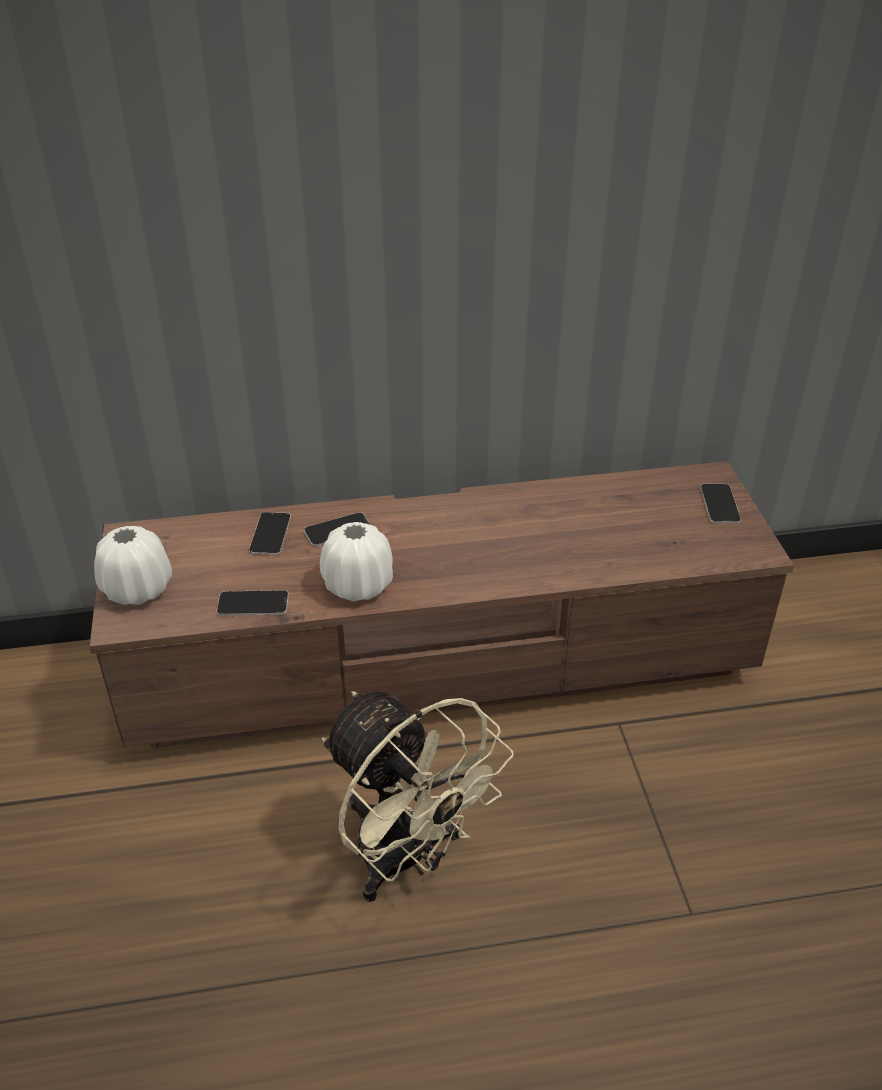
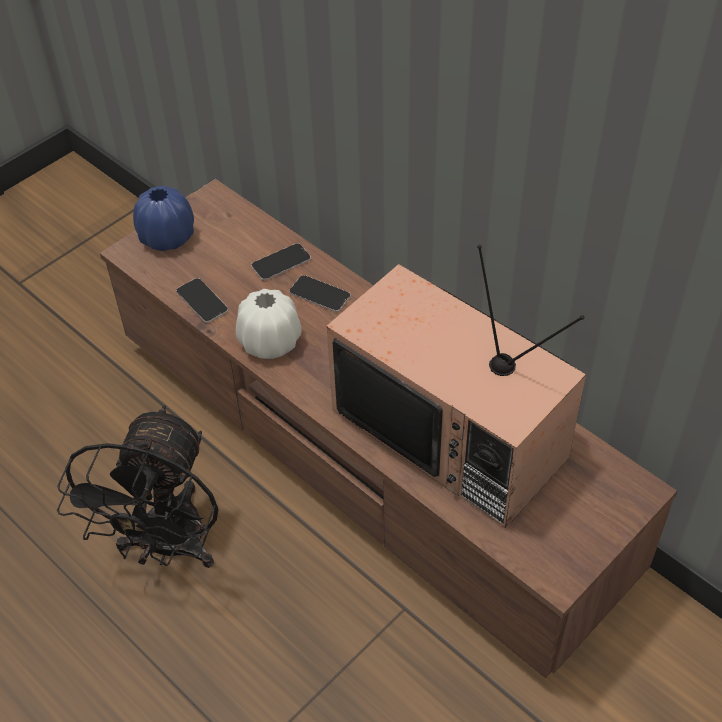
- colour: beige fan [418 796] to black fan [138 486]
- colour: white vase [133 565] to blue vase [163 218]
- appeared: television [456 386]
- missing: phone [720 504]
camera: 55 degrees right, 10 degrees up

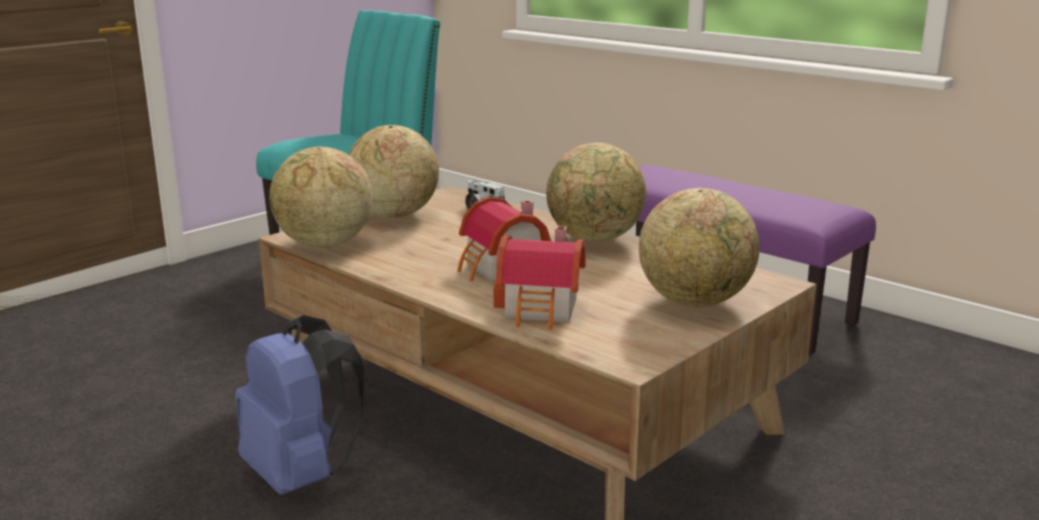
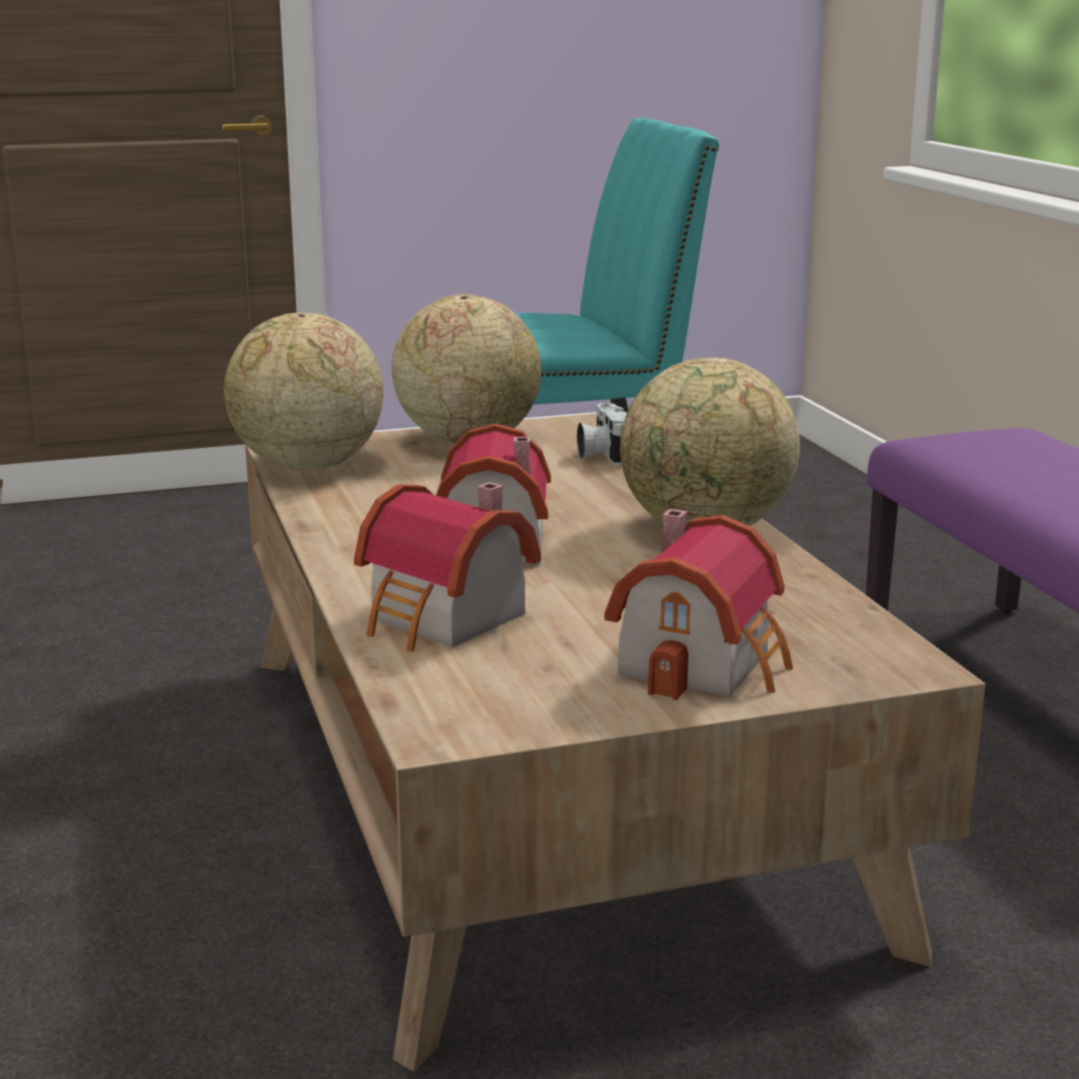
- exchanged: globe [699 247] to toy house [698 604]
- missing: blue backpack [299 405]
camera: 30 degrees right, 0 degrees up

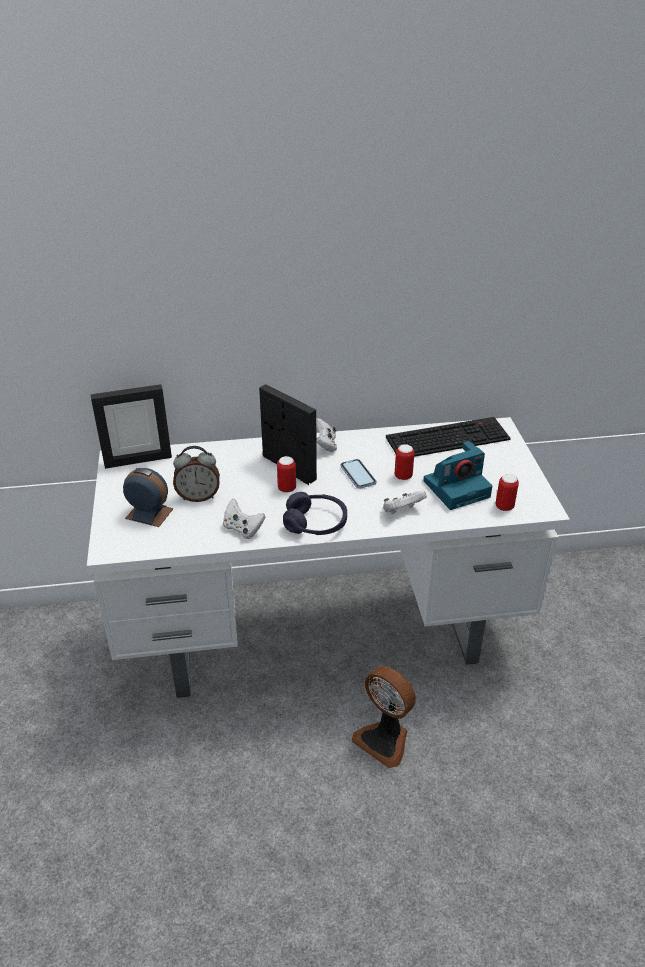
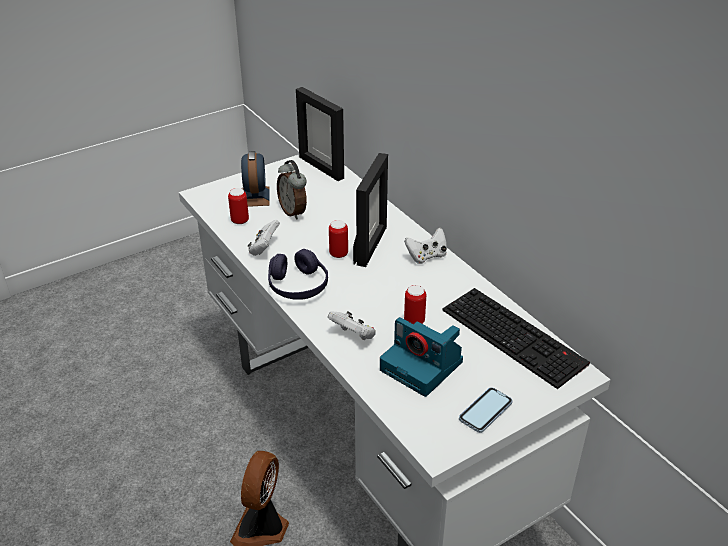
- relocated: can [507 492] to [238 206]
- relocated: phone [358 474] to [486 410]
camera: 65 degrees right, 0 degrees up

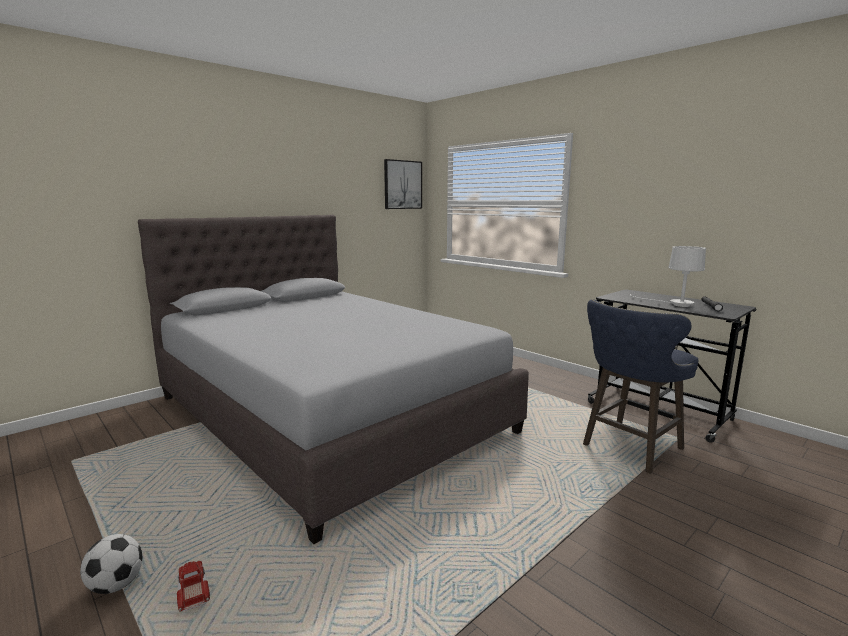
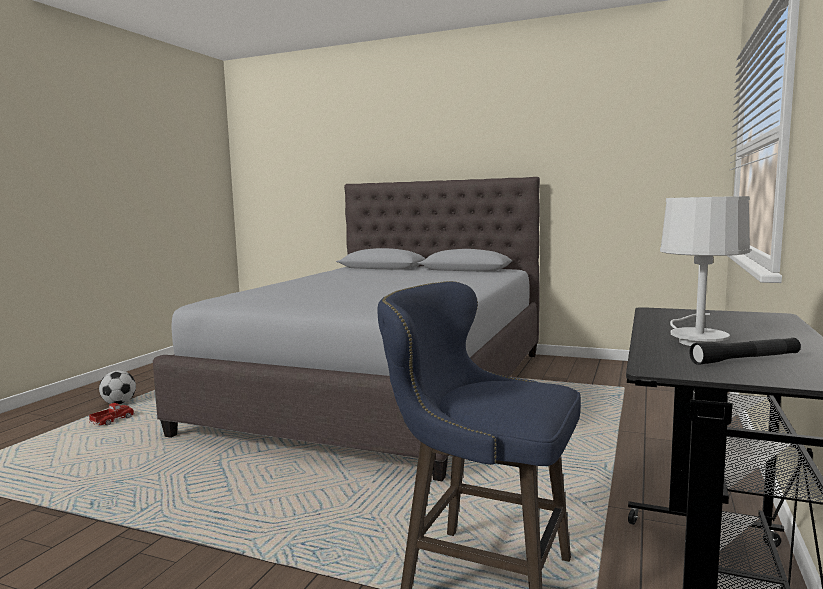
- missing: picture [403 184]
camera: 65 degrees right, 5 degrees down

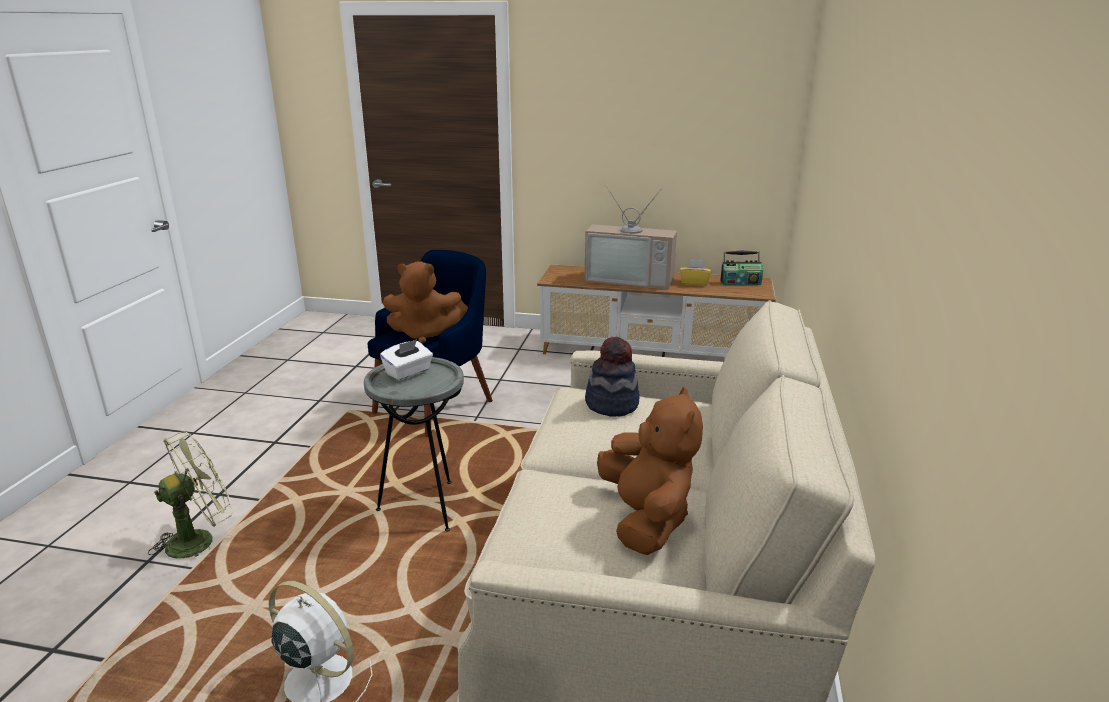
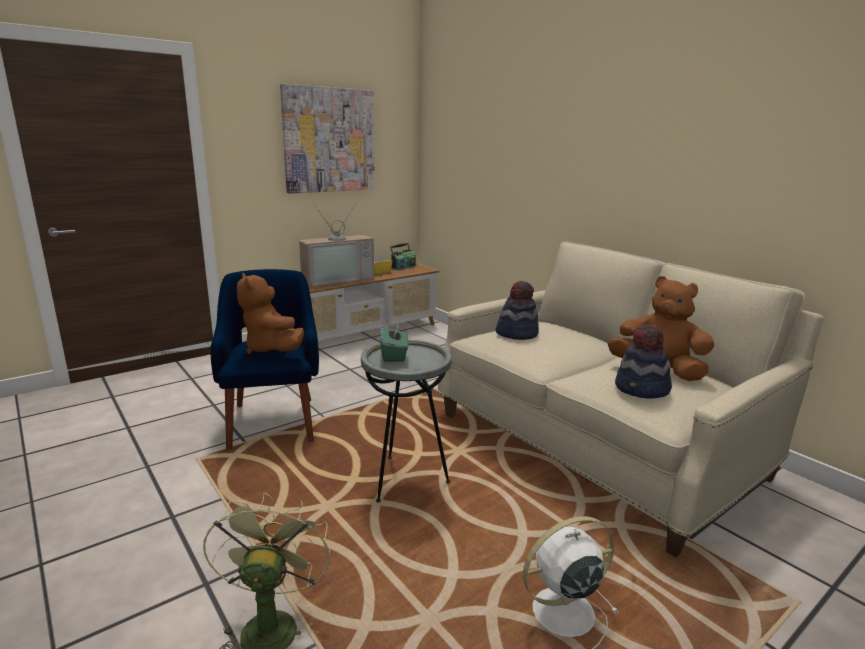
- spun: brown plush toy [425 302] = [270 313] 105 degrees clockwise
- appeared: picture [327 139]
- colour: white tissue box [406 360] to green tissue box [394 342]
- appeared: hat [643 361]
camera: 50 degrees left, 5 degrees down

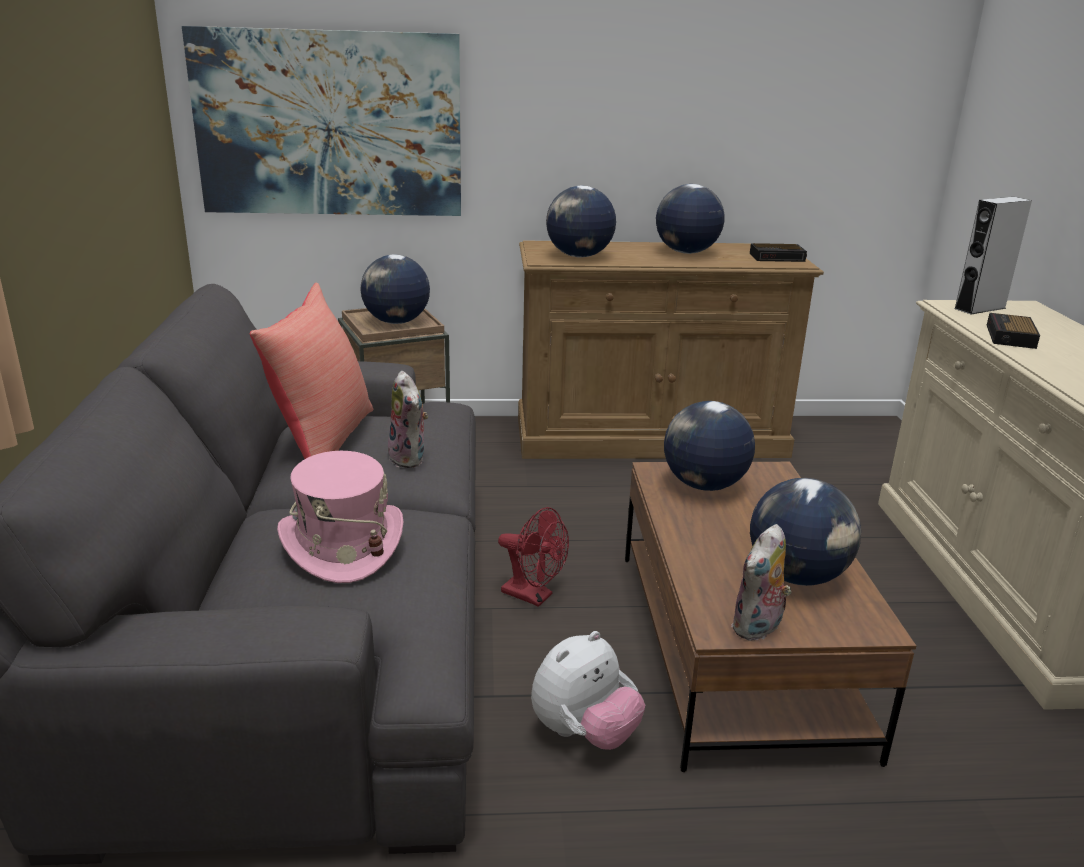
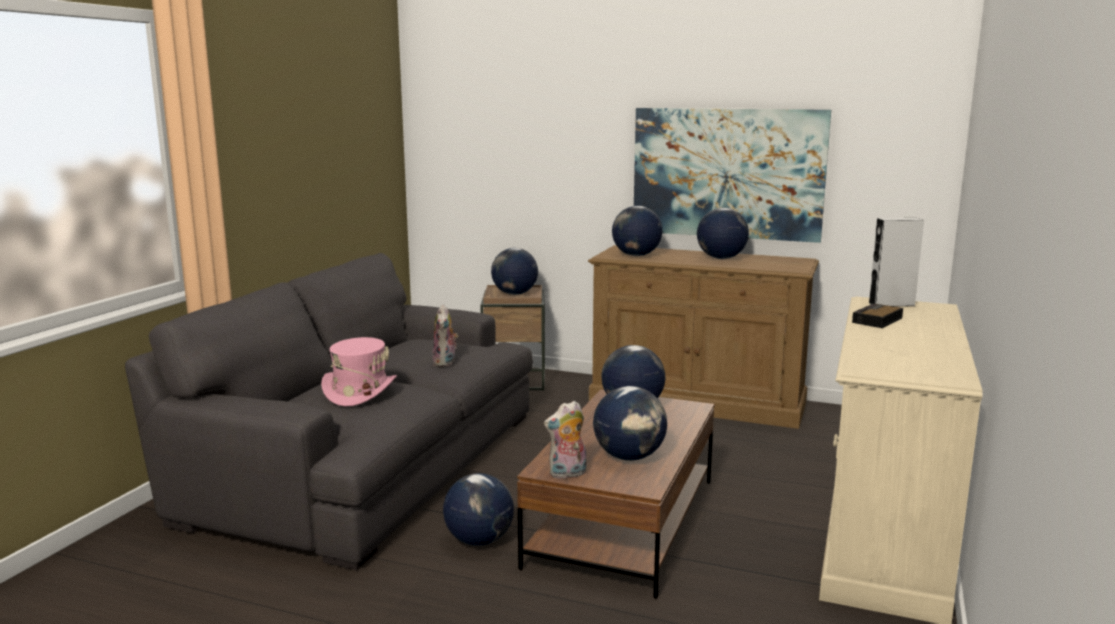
- exchanged: plush toy [588 690] to globe [478 509]
- relocated: picture [321 121] to [732 175]
- missing: red pillow [311 371]
- missing: red fan [533 557]
- missing: alarm clock [778 252]
camera: 25 degrees right, 10 degrees down

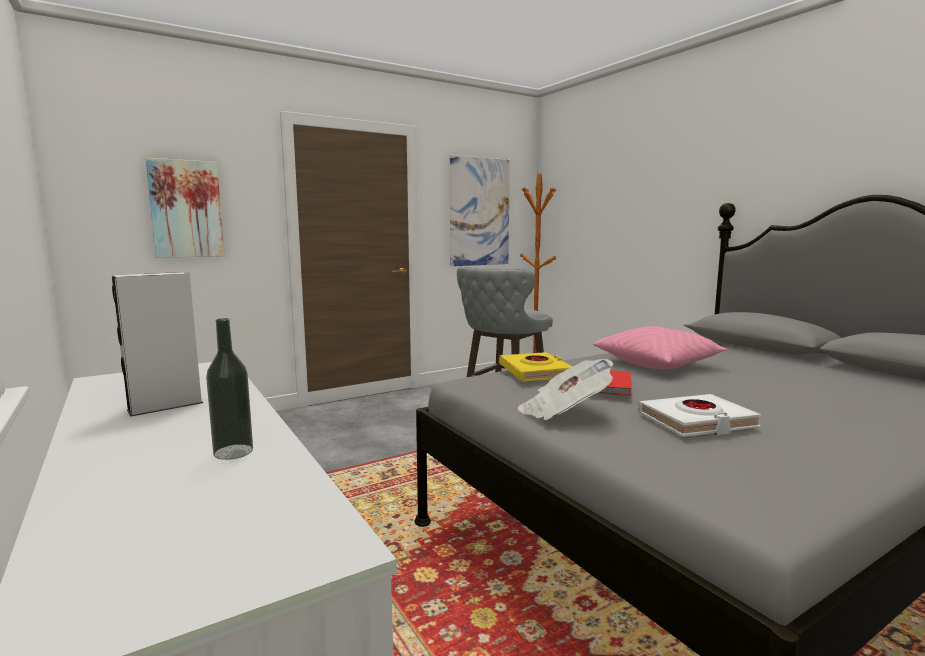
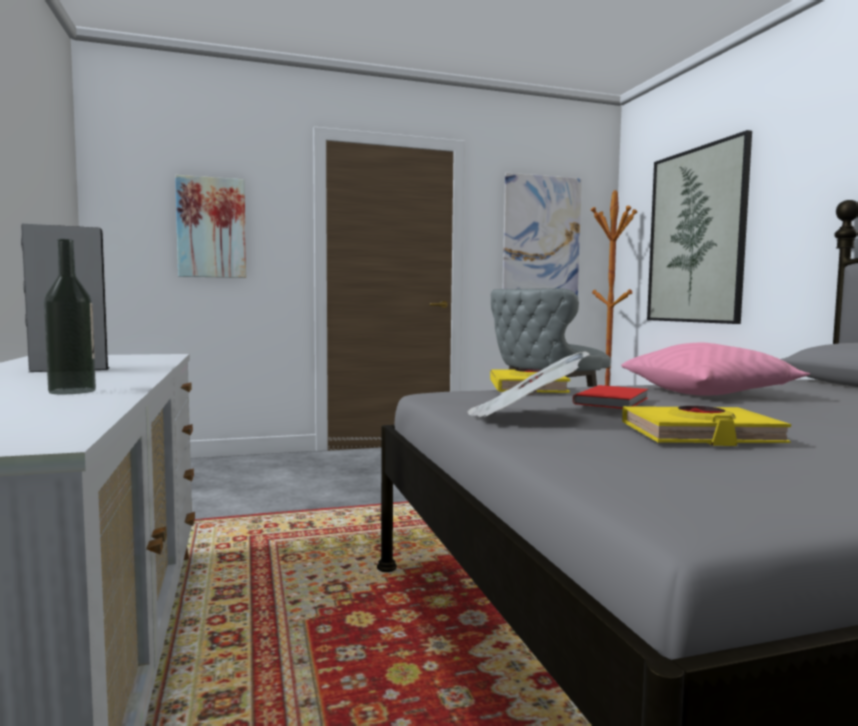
- colour: white book [699 415] to yellow book [706 426]
- appeared: picture [699 227]
camera: 15 degrees right, 5 degrees down

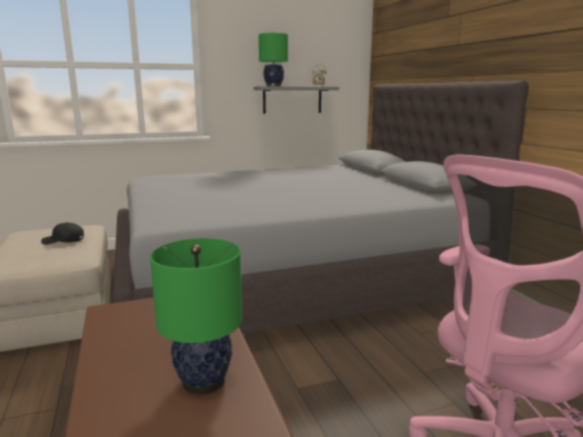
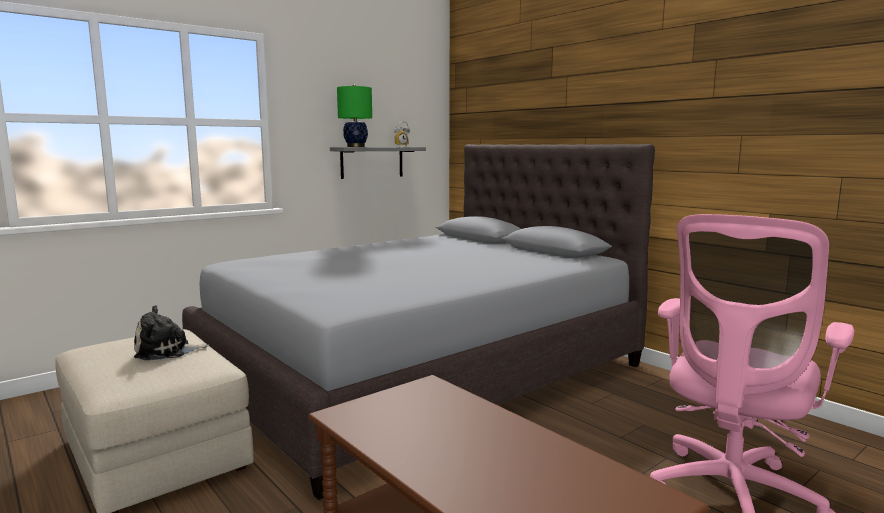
- exchanged: black cap [62 233] to plush toy [171 332]
- missing: green table lamp [196 316]
camera: 20 degrees left, 5 degrees down

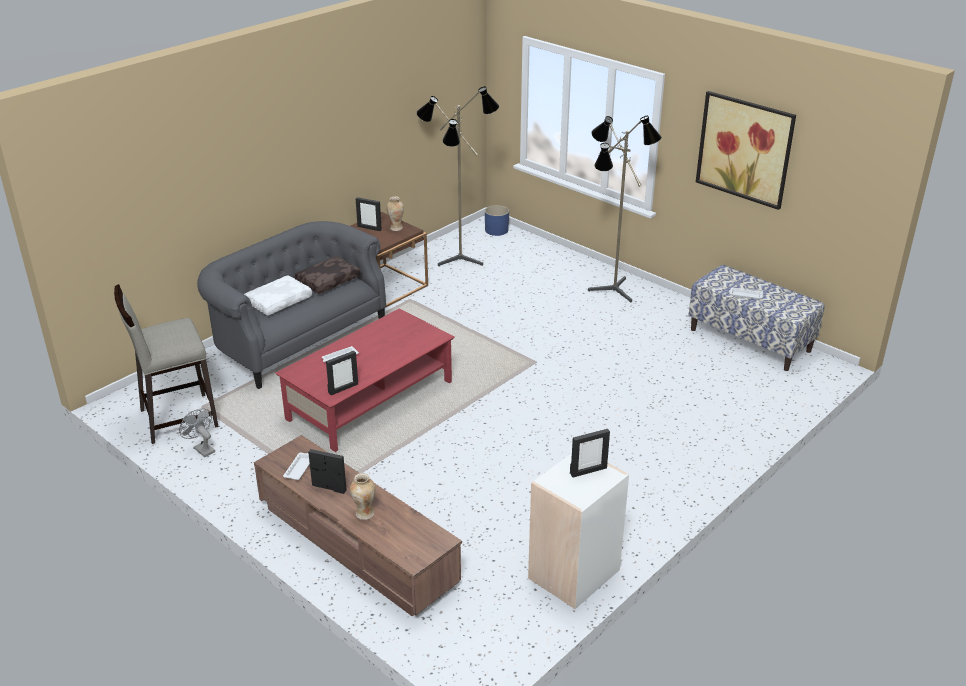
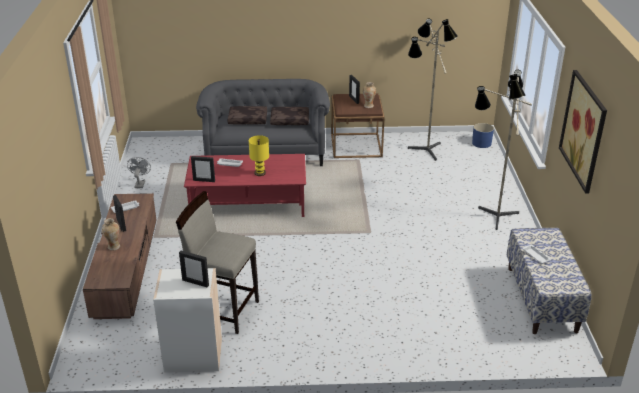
- relocated: beige stool [166 364] to [217 262]
- colour: white pillow [278 295] to brown pillow [247 115]
- appeared: yellow table lamp [259 155]
camera: 45 degrees right, 0 degrees up

